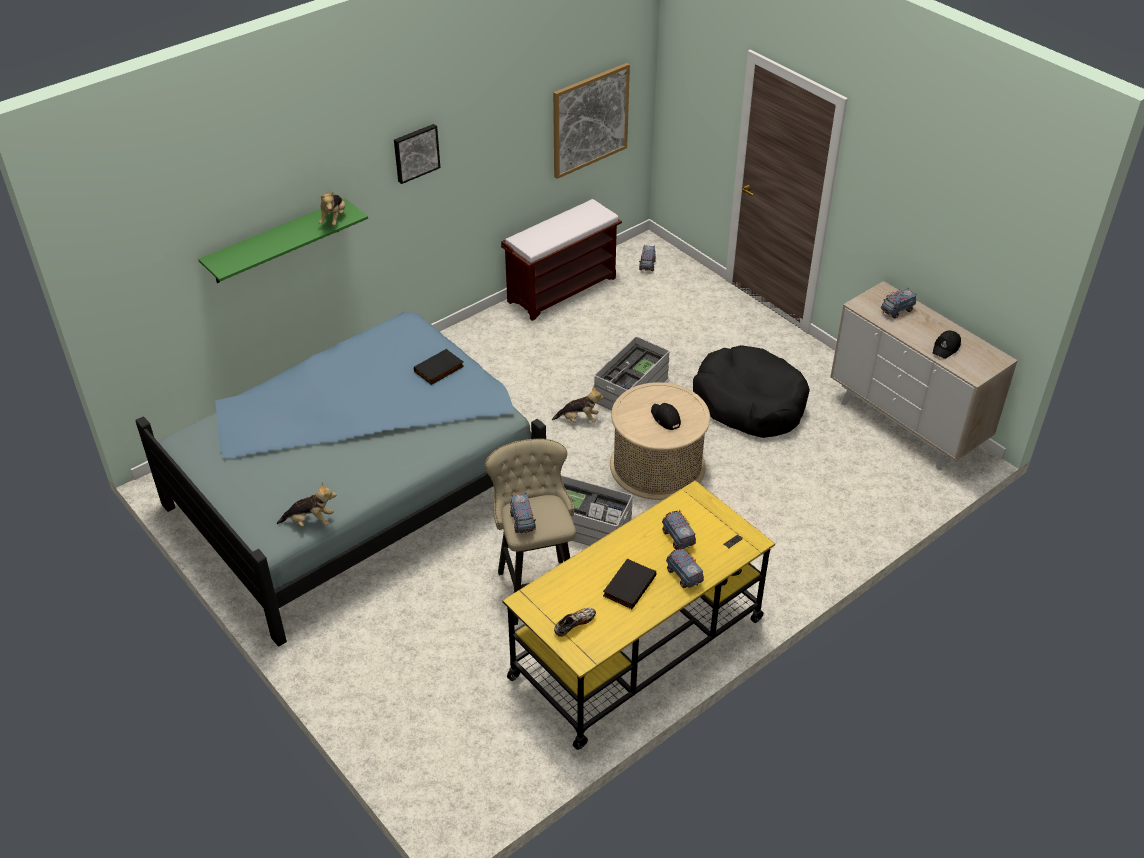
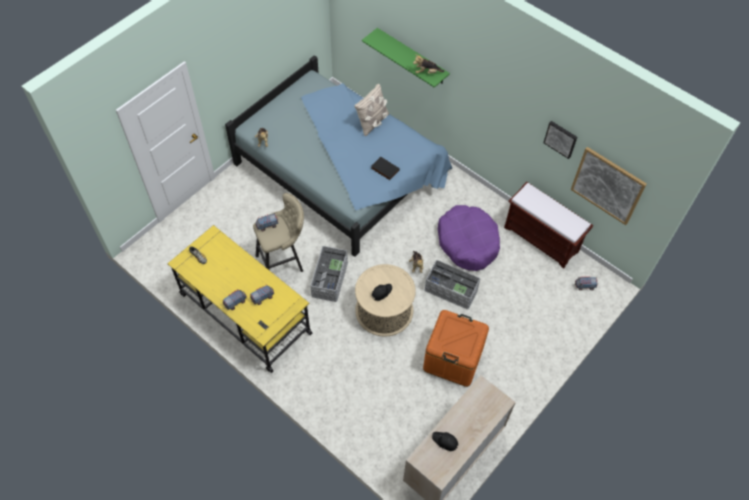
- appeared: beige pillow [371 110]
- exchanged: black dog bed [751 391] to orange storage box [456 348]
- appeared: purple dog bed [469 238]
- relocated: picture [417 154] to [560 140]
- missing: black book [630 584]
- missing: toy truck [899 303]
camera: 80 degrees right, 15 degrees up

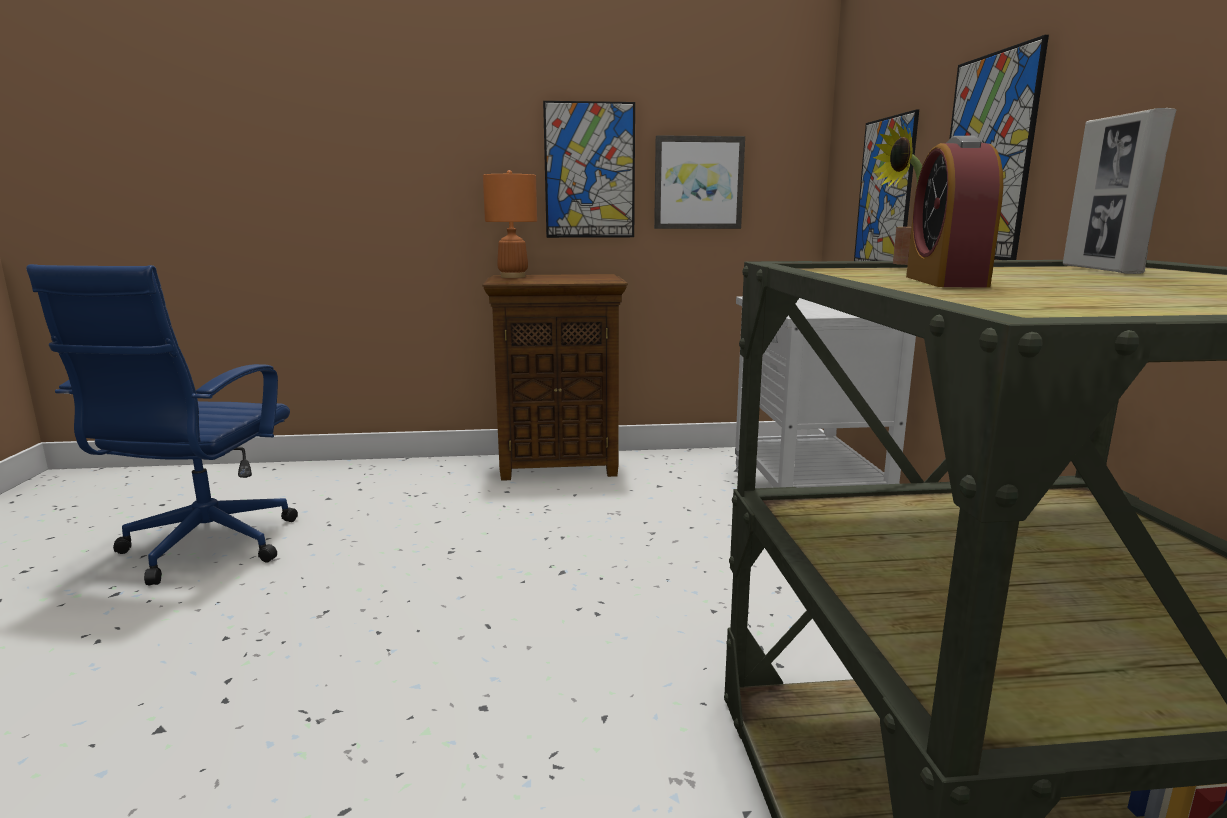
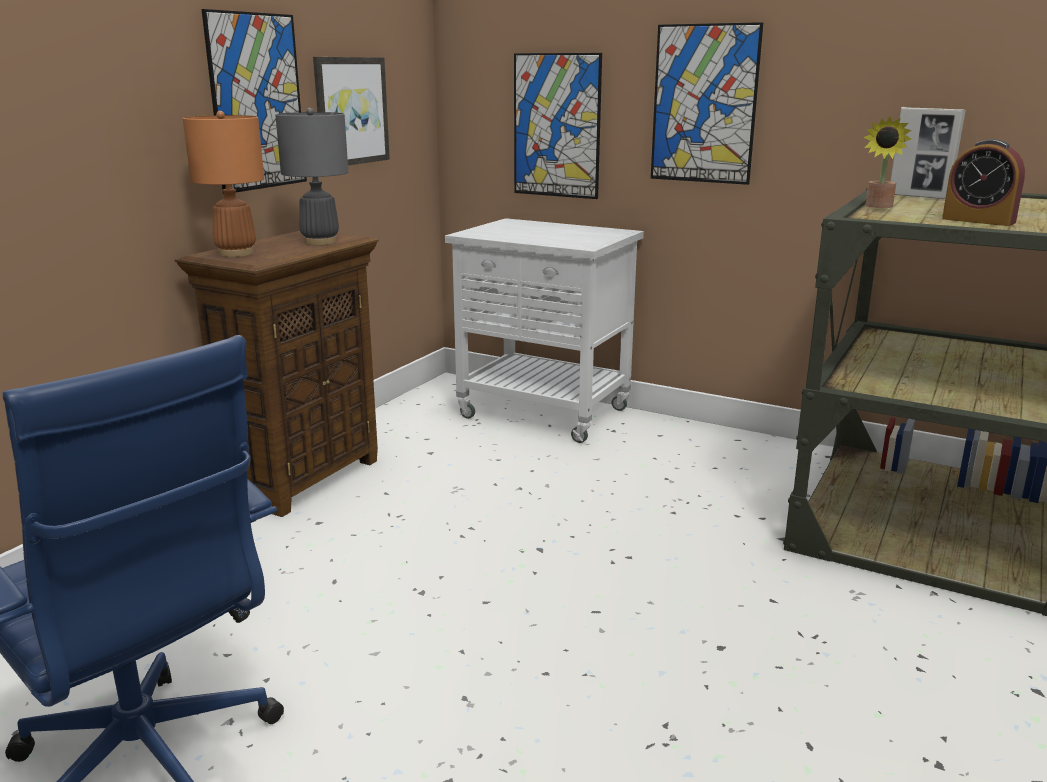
- appeared: grey table lamp [311 176]
camera: 55 degrees left, 5 degrees up

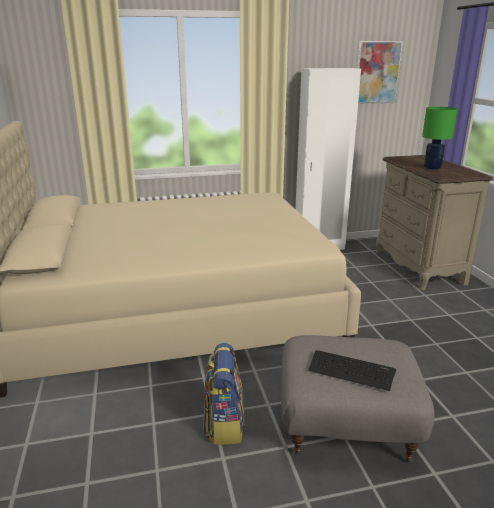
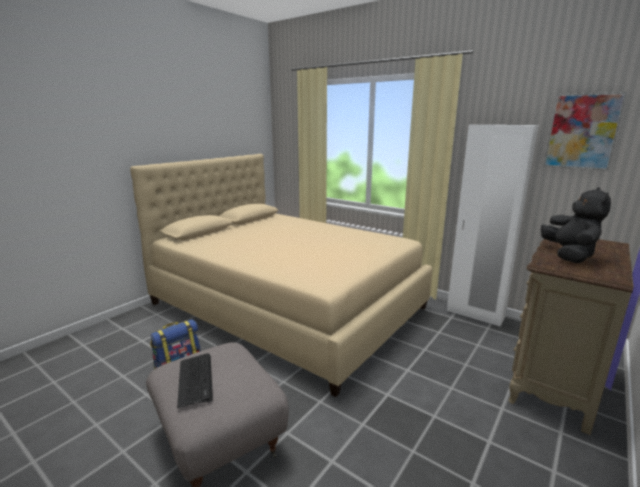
- exchanged: green table lamp [439 138] to black plush toy [576 225]
camera: 50 degrees right, 5 degrees down

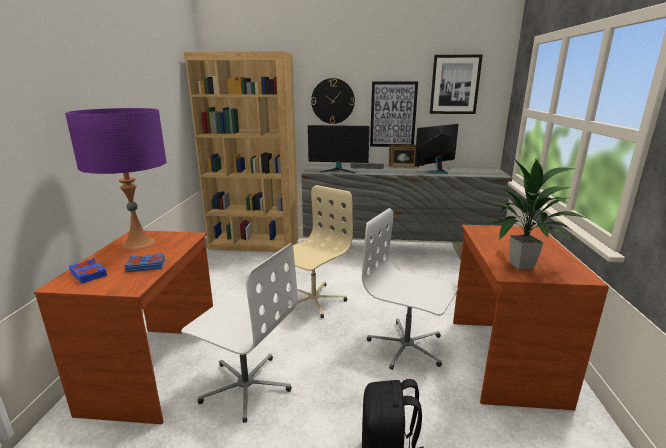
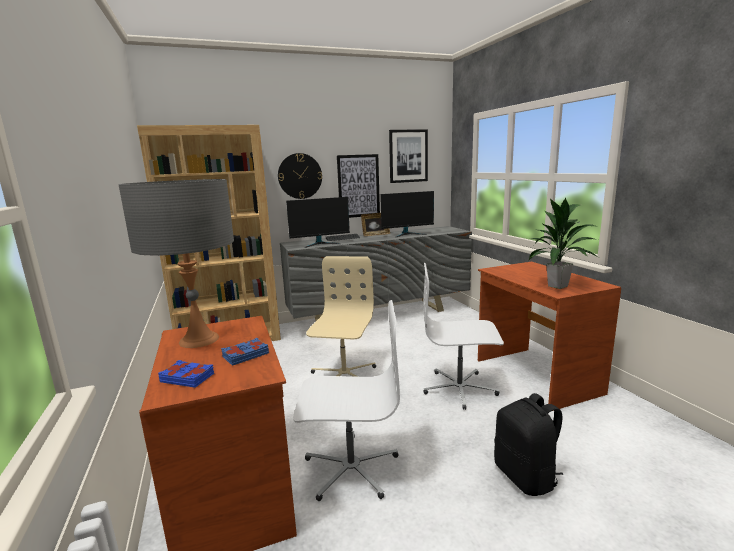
- colour: purple table lamp [116 179] to grey table lamp [176 263]
- spun: monitor [436 149] = [407 214] 135 degrees counterclockwise
camera: 25 degrees left, 5 degrees down

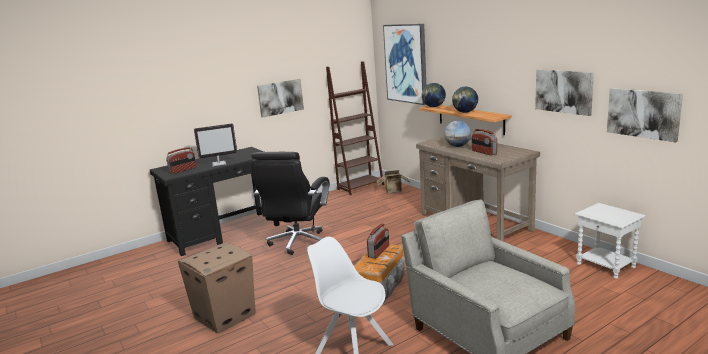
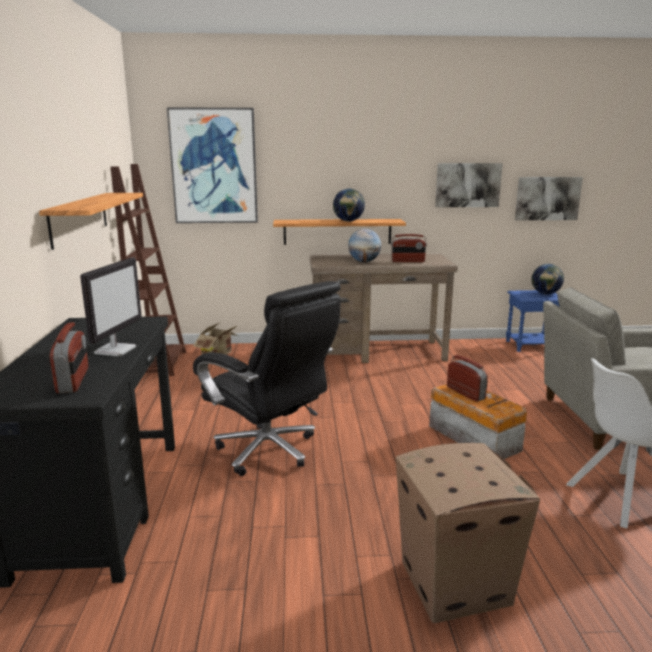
- exchanged: picture [280 98] to shelf [91 221]
- colour: white side table [610 241] to blue side table [532 321]
- relocated: globe [434 95] to [547 279]
camera: 60 degrees left, 0 degrees up

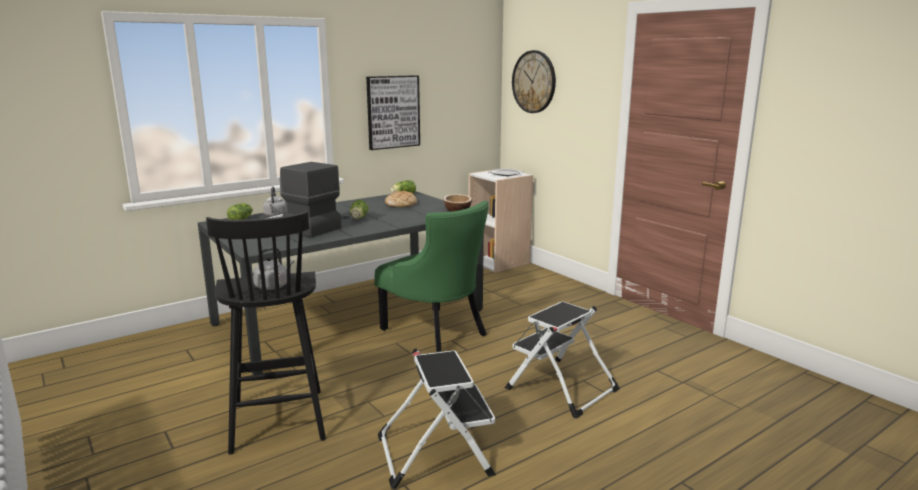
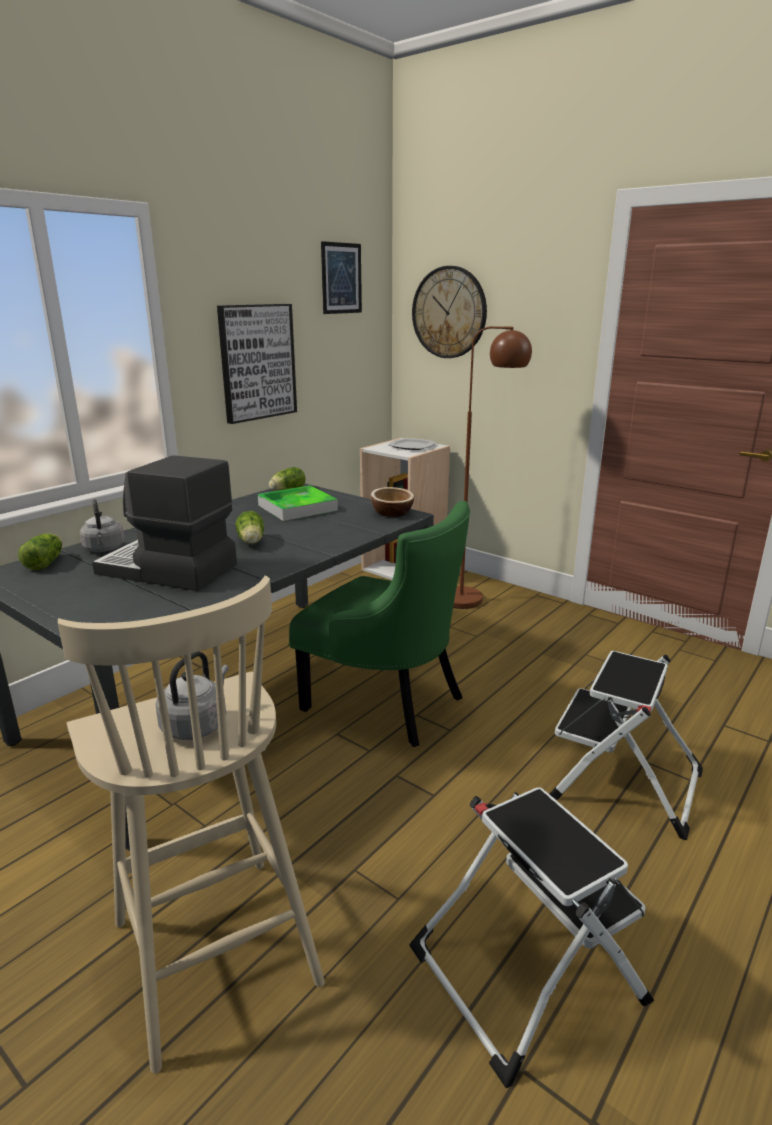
- colour: black stool [266 333] to beige stool [191 824]
- exchanged: bread [401 199] to tray [298 503]
- appeared: picture [341 277]
- appeared: brown floor lamp [492 467]
camera: 15 degrees left, 5 degrees up

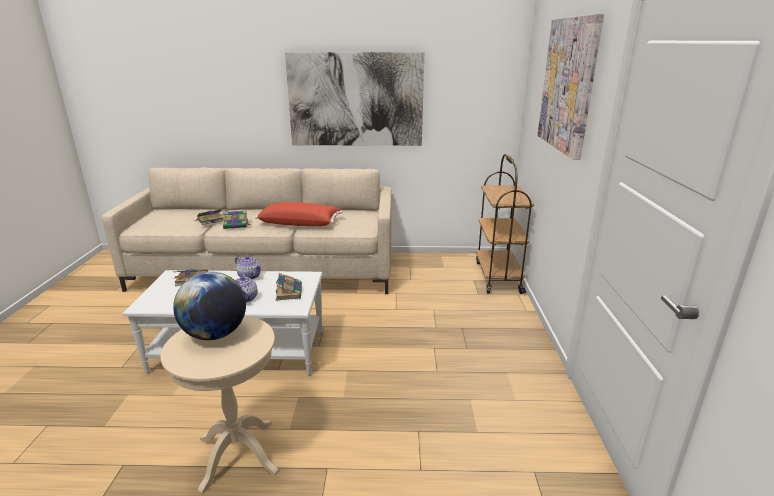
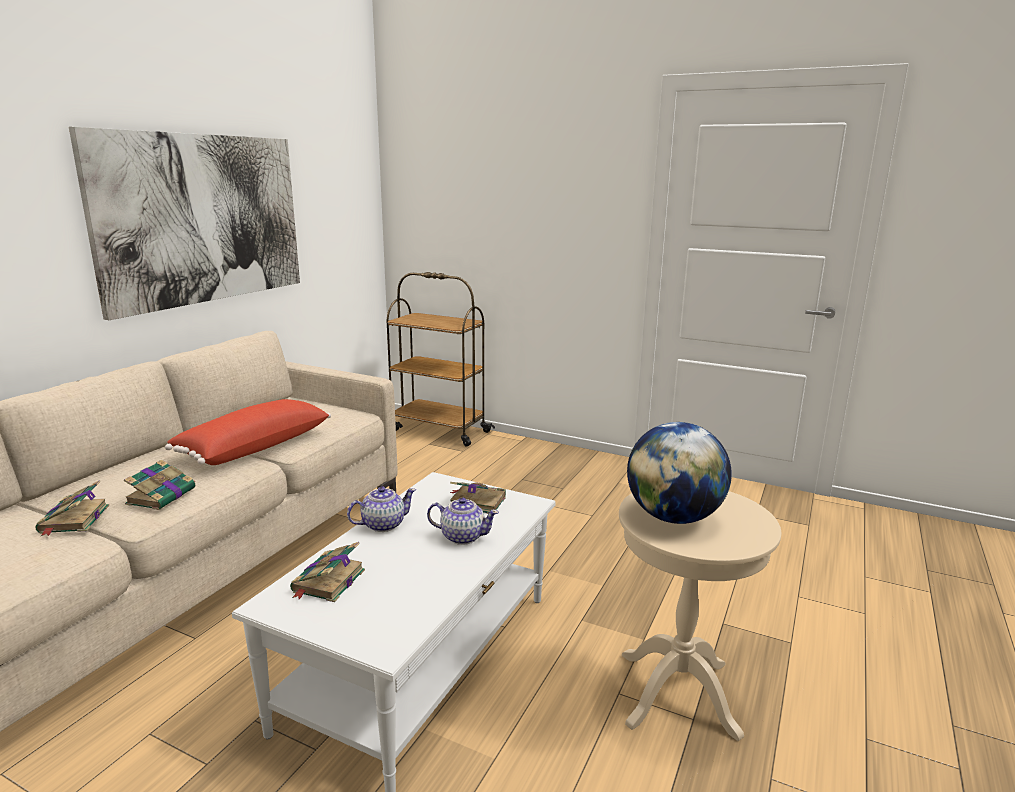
- missing: picture [571 87]
camera: 65 degrees left, 5 degrees down

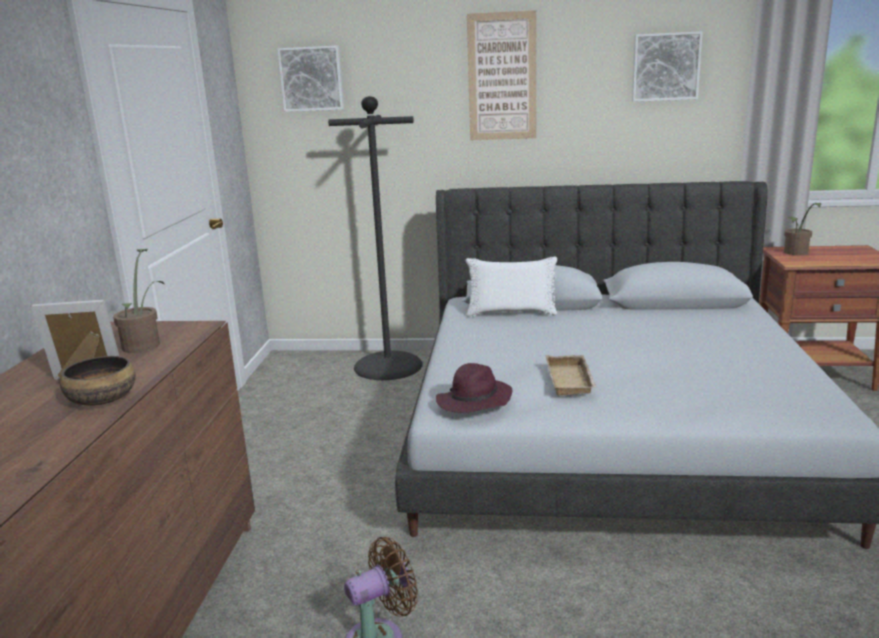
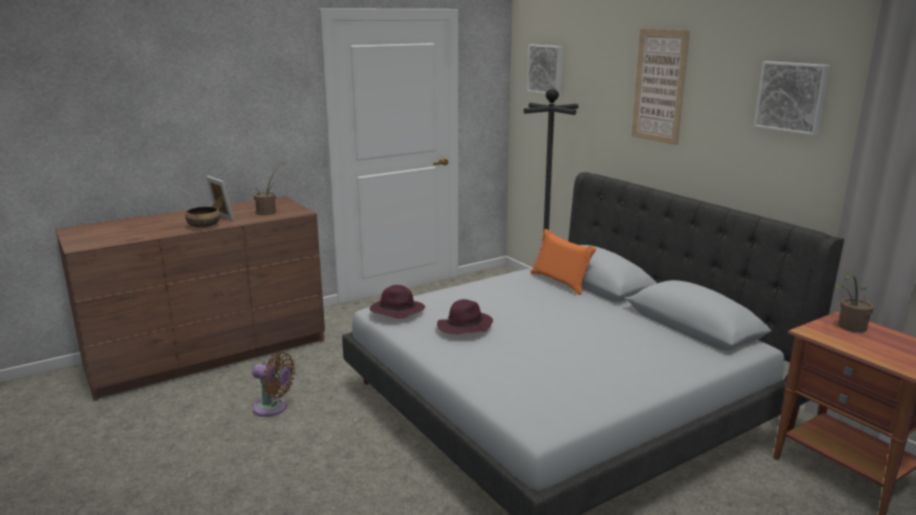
- exchanged: beige tray [571 375] to purple hat [465 316]
- colour: white pillow [511 287] to orange pillow [563 262]
camera: 50 degrees right, 0 degrees up

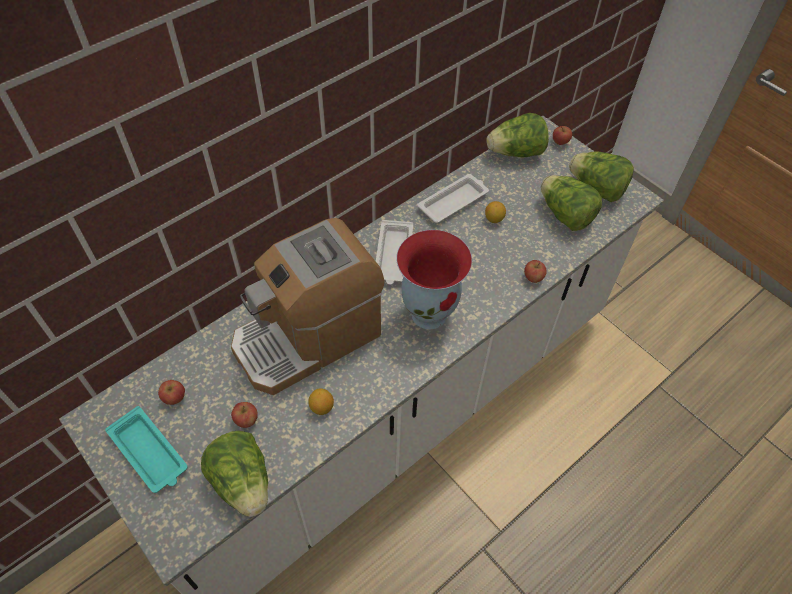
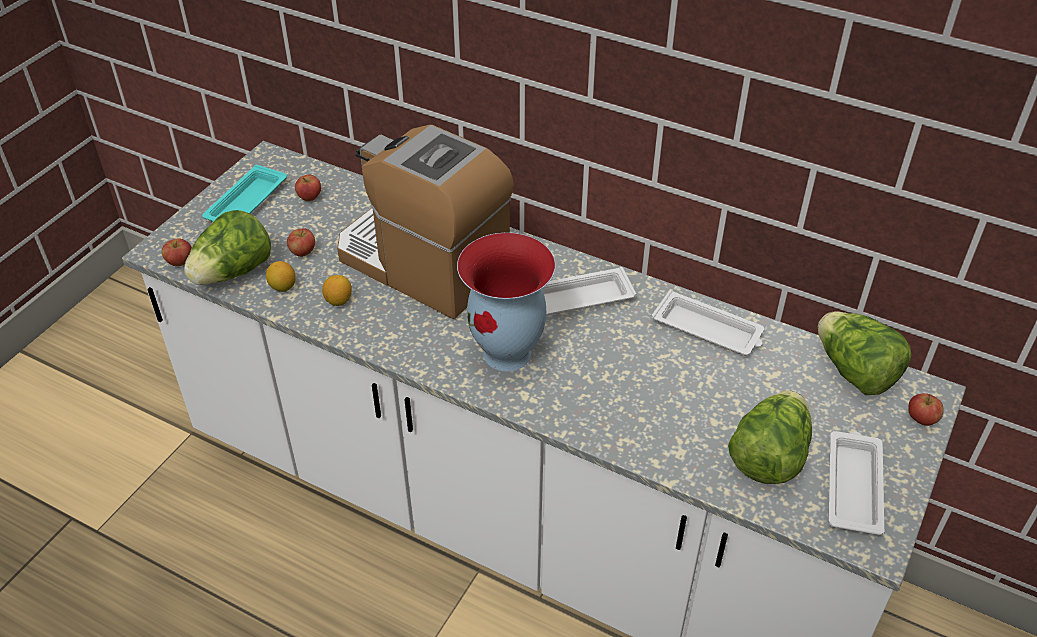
- relocated: apple [535 271] to [177 252]
- relocated: lemon [495 212] to [281 276]
- exchanged: lettuce [601 177] to white tray [856 483]
camera: 70 degrees right, 10 degrees down

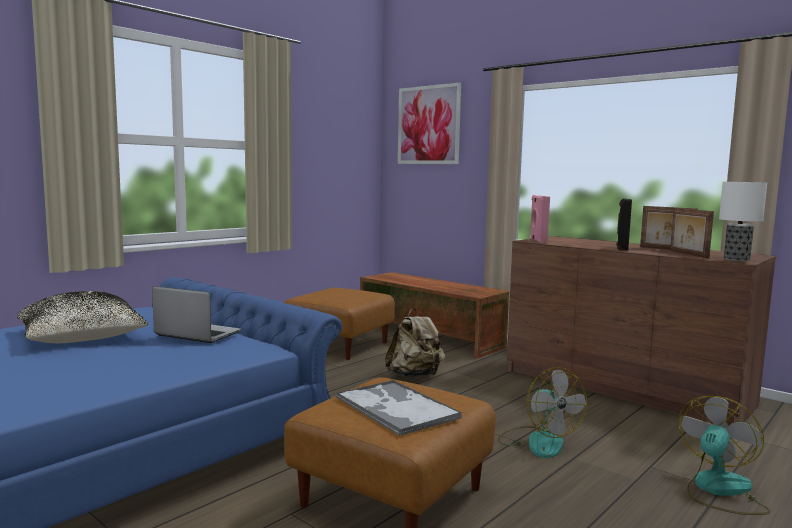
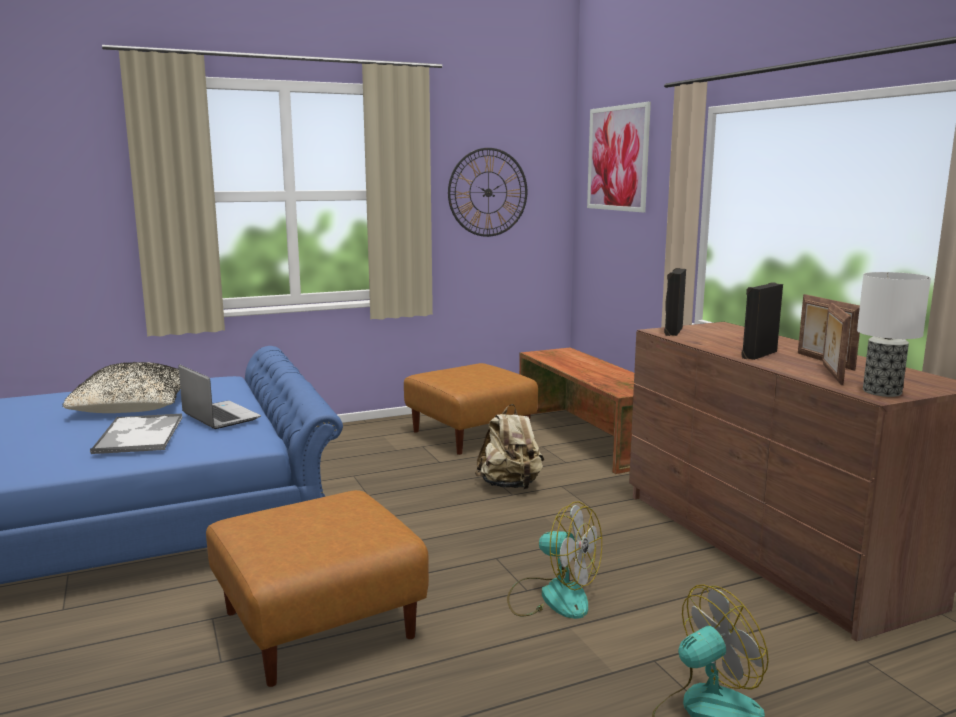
- relocated: tray [399 408] to [136 433]
- appeared: wall clock [487 192]
- spun: fan [542 412] = [554 560] 60 degrees counterclockwise
- colour: pink speaker [540 219] to black speaker [675 302]
camera: 25 degrees right, 5 degrees up

